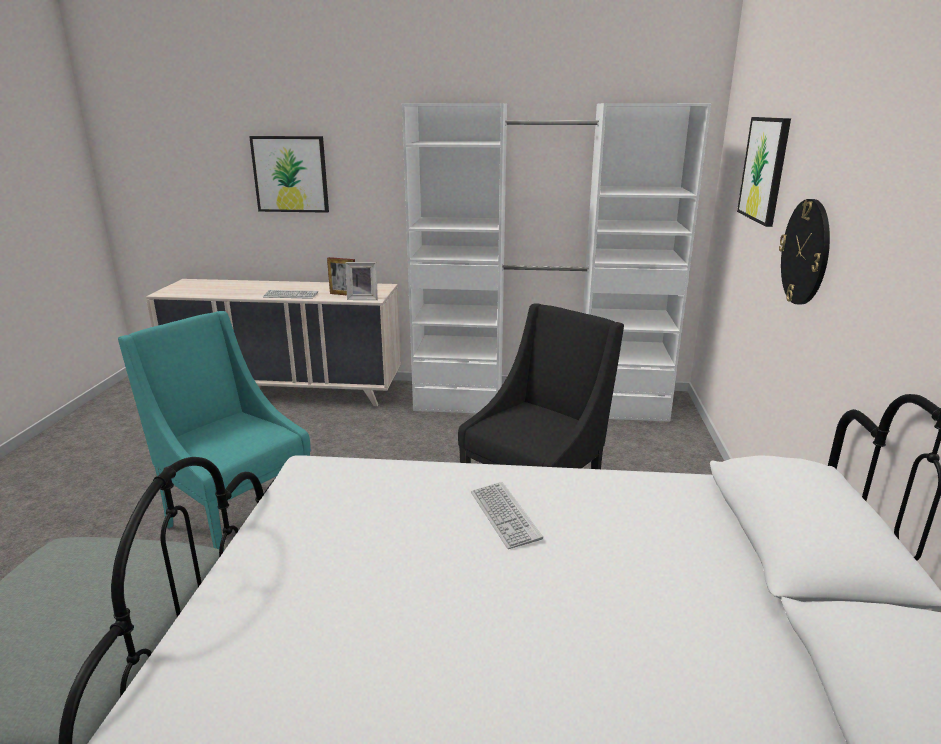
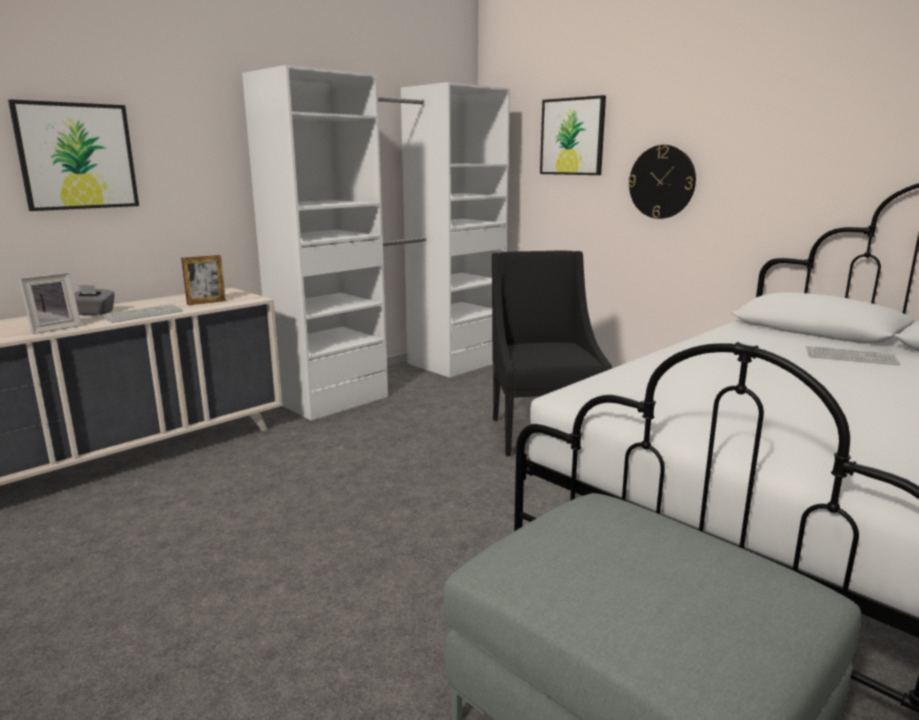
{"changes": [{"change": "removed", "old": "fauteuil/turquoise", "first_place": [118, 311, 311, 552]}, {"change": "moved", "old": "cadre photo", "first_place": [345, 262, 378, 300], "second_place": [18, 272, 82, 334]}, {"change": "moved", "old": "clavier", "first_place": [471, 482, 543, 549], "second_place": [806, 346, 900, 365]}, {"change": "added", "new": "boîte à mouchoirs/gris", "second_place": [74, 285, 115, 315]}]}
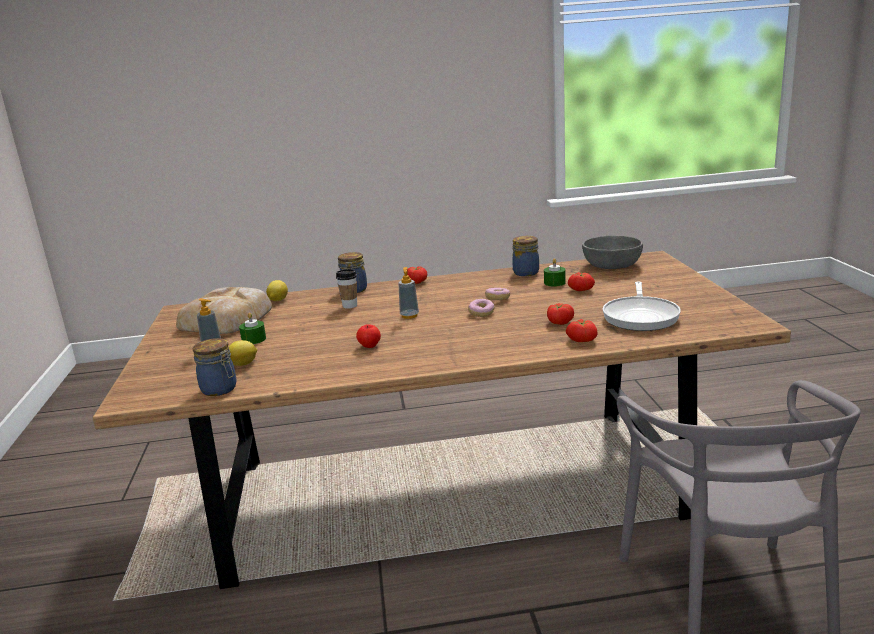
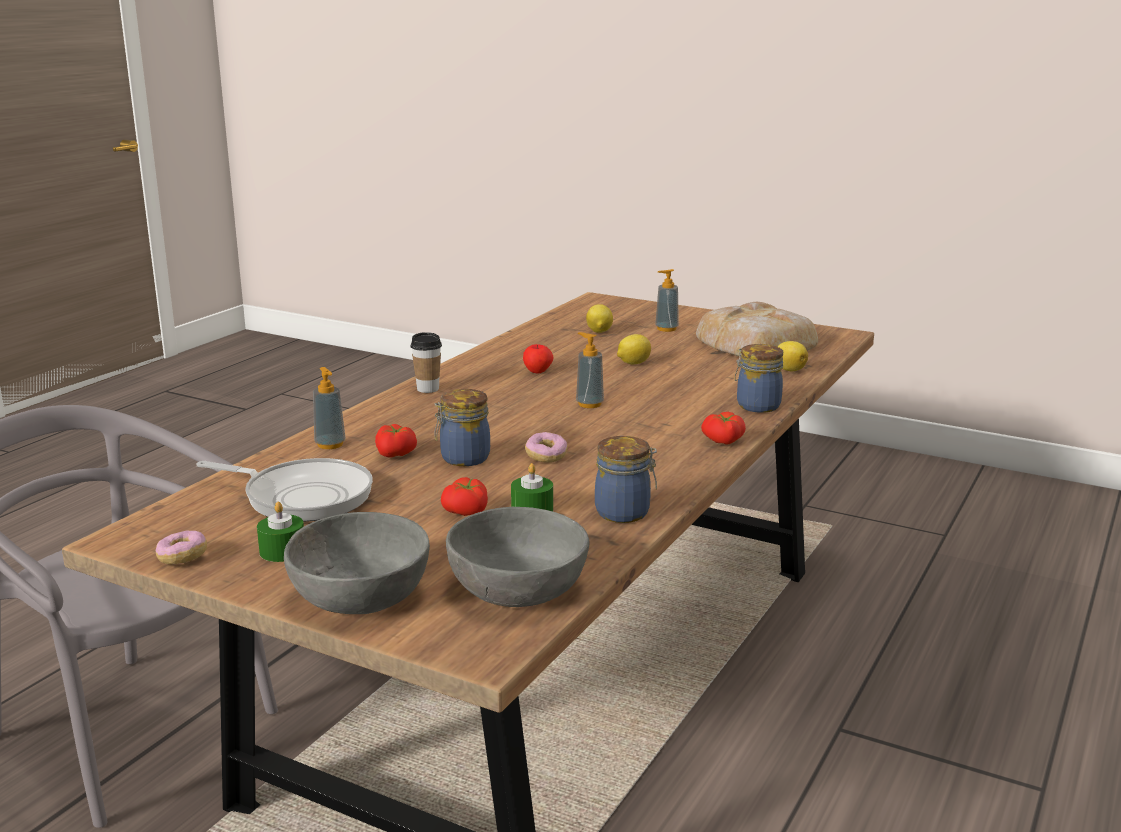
{"changes": [{"change": "moved", "old": "bocal", "first_place": [193, 338, 237, 396], "second_place": [434, 389, 490, 466]}, {"change": "moved", "old": "bougie/vert", "first_place": [239, 313, 266, 344], "second_place": [257, 502, 304, 562]}, {"change": "moved", "old": "tasse", "first_place": [336, 269, 357, 309], "second_place": [411, 332, 442, 393]}, {"change": "moved", "old": "beignet", "first_place": [468, 299, 495, 317], "second_place": [156, 531, 207, 565]}, {"change": "replaced", "old": "tomate", "new": "distributeur de savon", "first_place": [566, 319, 598, 342], "second_place": [313, 367, 345, 449]}, {"change": "turned", "old": "poêle", "first_place": [602, 282, 681, 331], "second_place": [197, 458, 373, 522], "degrees": 150}, {"change": "added", "new": "bol/gris", "second_place": [284, 512, 430, 614]}, {"change": "added", "new": "citron", "second_place": [617, 334, 651, 364]}]}
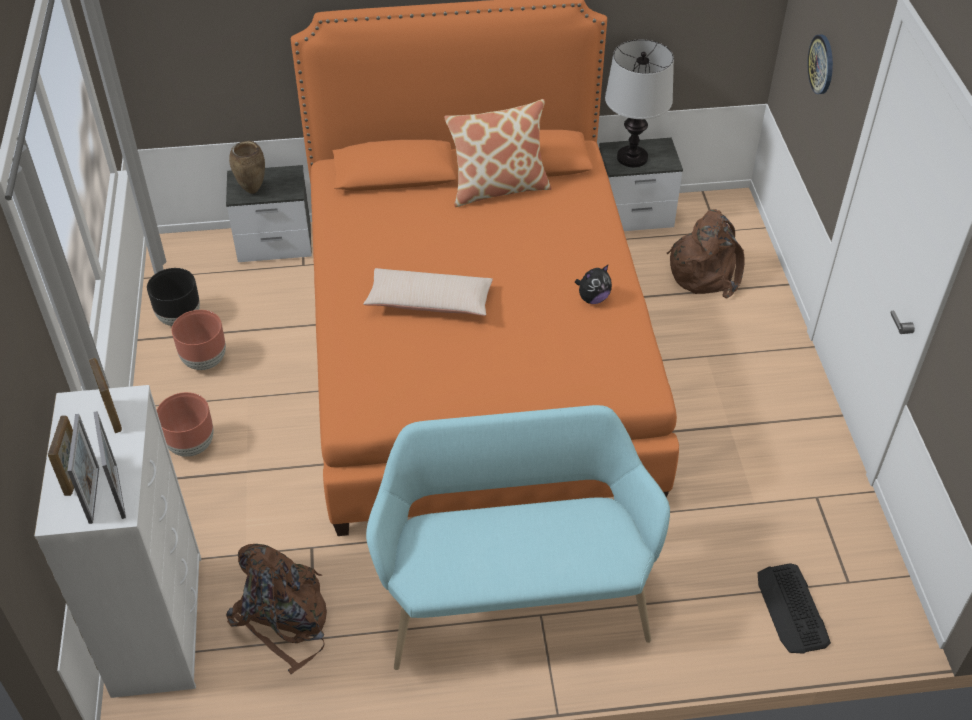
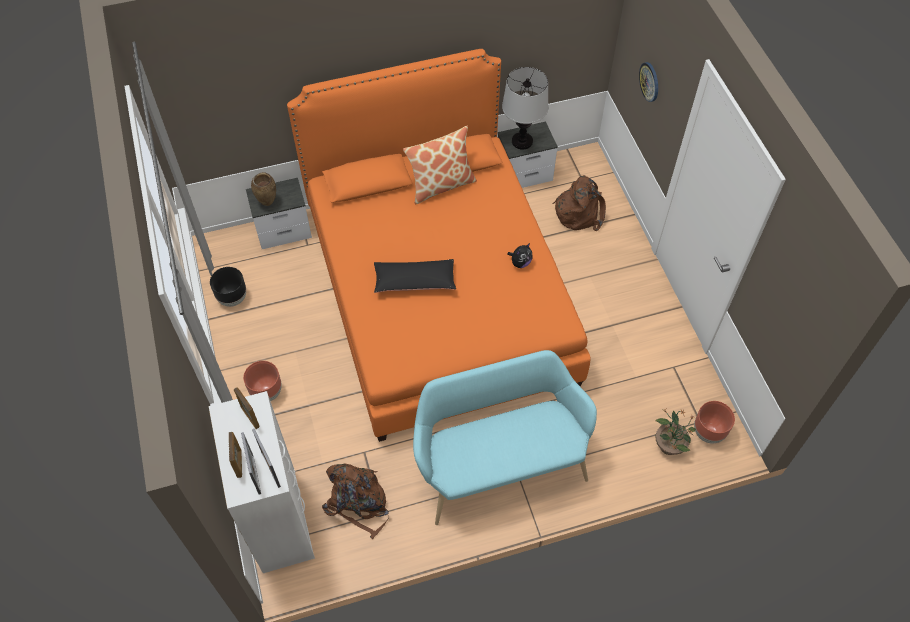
{"changes": [{"change": "moved", "old": "cache-pot/marron", "first_place": [172, 310, 226, 370], "second_place": [694, 401, 735, 444]}, {"change": "recoloured", "old": "coussin/beige", "new": "coussin/noir", "first_place": [363, 268, 493, 316], "second_place": [374, 259, 456, 293]}, {"change": "replaced", "old": "clavier", "new": "plante en pot", "first_place": [758, 563, 831, 654], "second_place": [655, 409, 696, 455]}]}
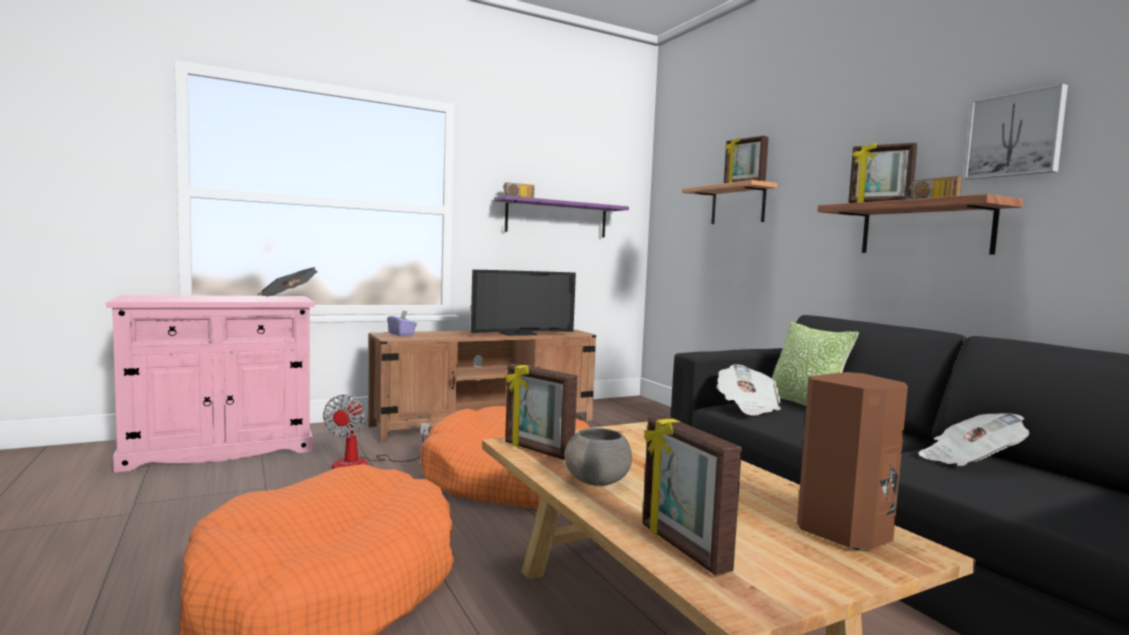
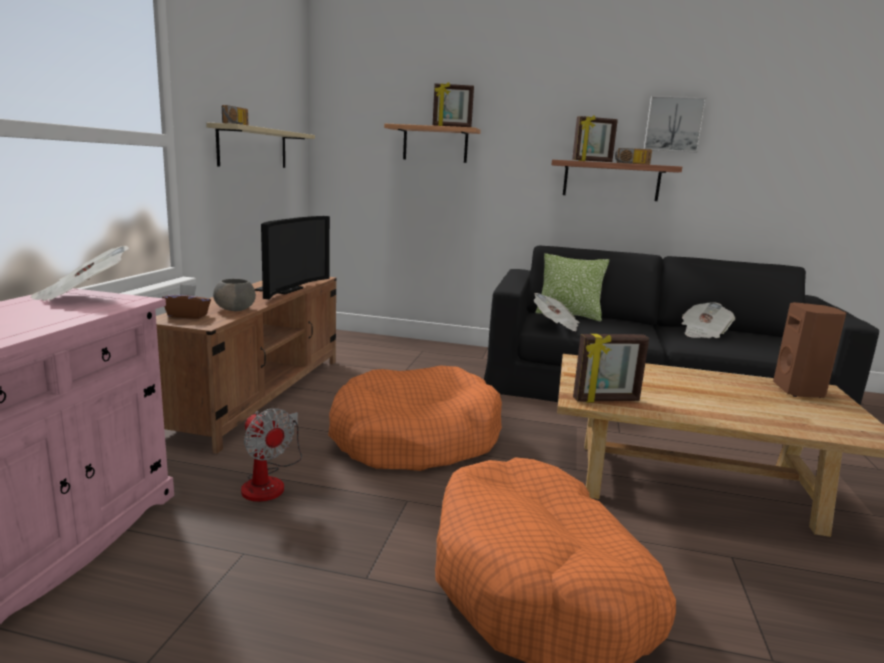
{"changes": [{"change": "recoloured", "old": "boîte à mouchoirs/violet", "new": "boîte à mouchoirs/marron", "first_place": [387, 311, 417, 336], "second_place": [162, 284, 211, 319]}, {"change": "recoloured", "old": "étagère/violet", "new": "étagère/beige", "first_place": [494, 195, 629, 238], "second_place": [206, 123, 315, 168]}, {"change": "moved", "old": "bol/gris", "first_place": [565, 428, 632, 486], "second_place": [213, 279, 256, 311]}, {"change": "removed", "old": "cadre photo", "first_place": [642, 415, 742, 575]}]}
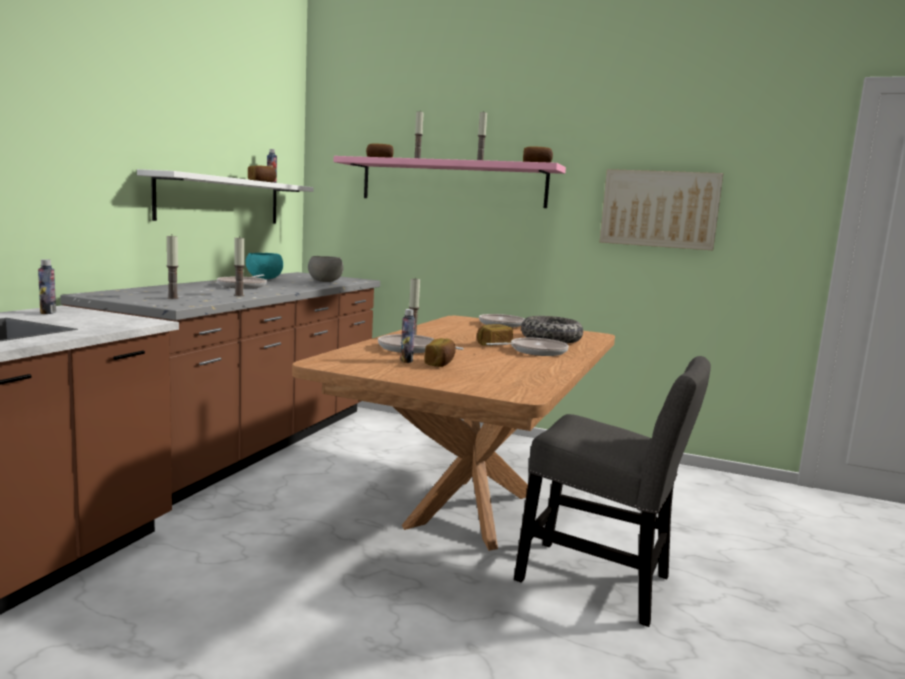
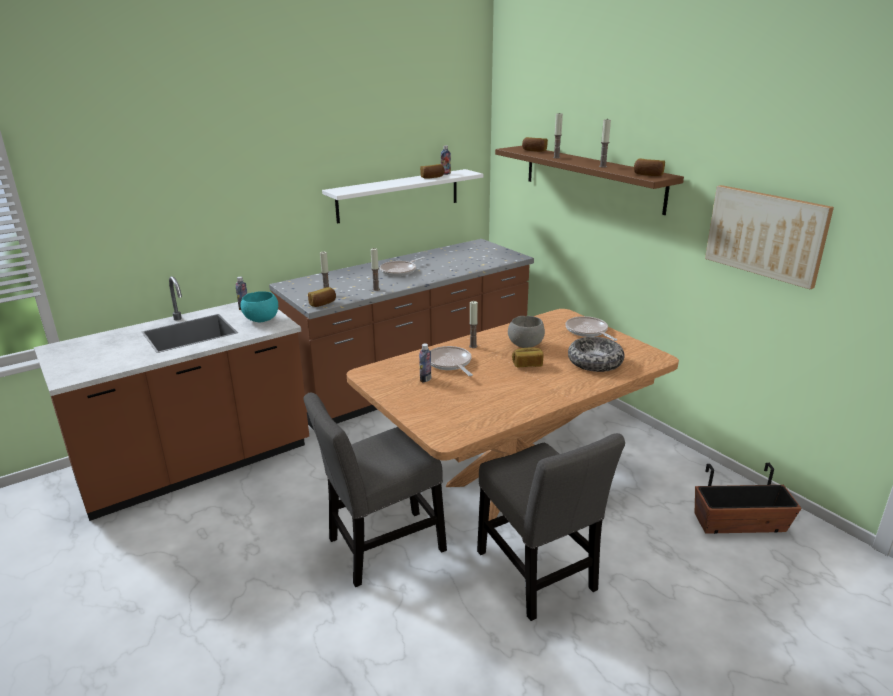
{"changes": [{"change": "moved", "old": "bol/turquoise", "first_place": [246, 253, 283, 279], "second_place": [240, 291, 278, 322]}, {"change": "moved", "old": "bol/gris", "first_place": [308, 256, 343, 282], "second_place": [508, 316, 545, 348]}, {"change": "recoloured", "old": "étagère/rose", "new": "étagère/marron", "first_place": [334, 156, 566, 208], "second_place": [495, 146, 684, 215]}, {"change": "moved", "old": "pain", "first_place": [425, 338, 456, 367], "second_place": [308, 287, 336, 307]}, {"change": "removed", "old": "poêle", "first_place": [486, 338, 569, 356]}, {"change": "added", "new": "chaise/gris", "second_place": [303, 393, 447, 587]}, {"change": "added", "new": "cache-pot", "second_place": [695, 463, 802, 534]}]}
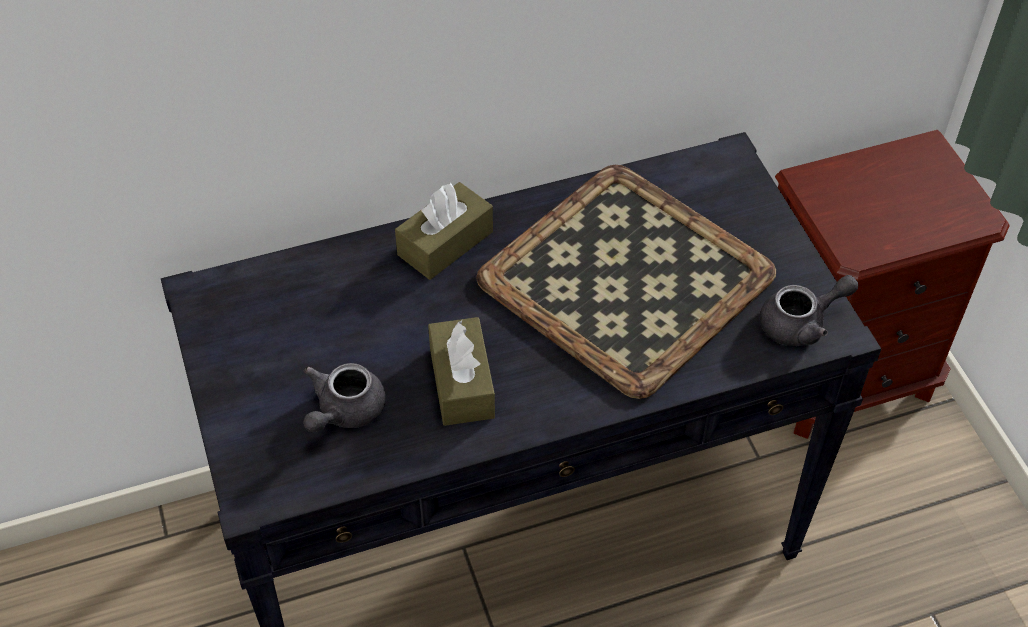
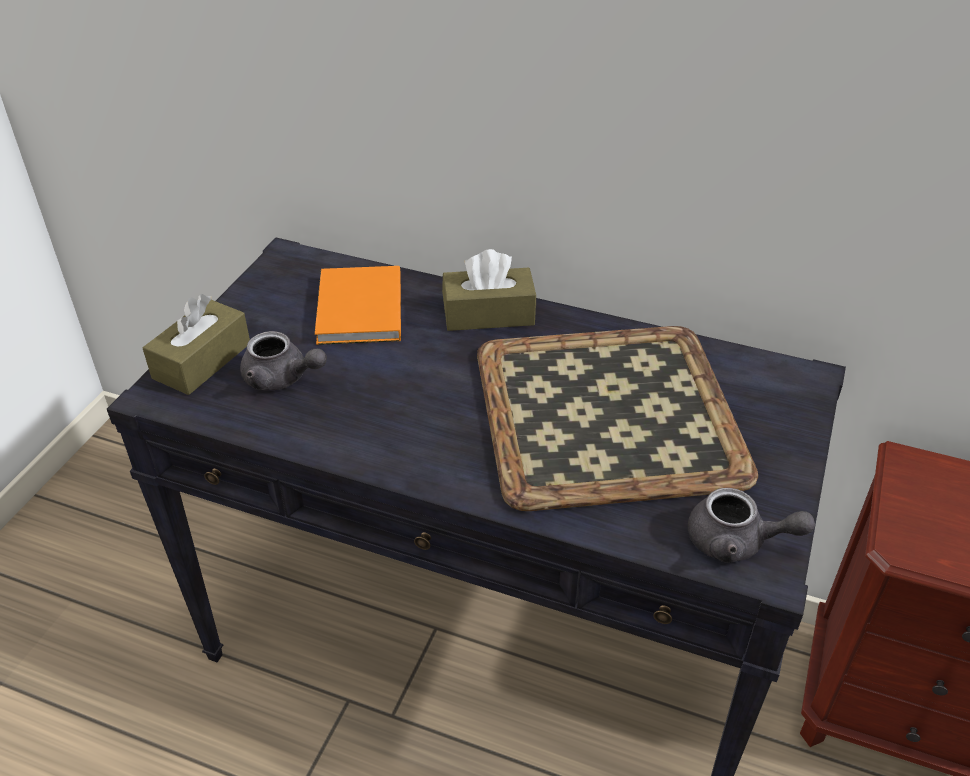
{"changes": [{"change": "turned", "old": "théière/gris", "first_place": [303, 363, 386, 432], "second_place": [240, 331, 327, 390], "degrees": -135}, {"change": "moved", "old": "boîte à mouchoirs/marron", "first_place": [428, 317, 495, 426], "second_place": [143, 294, 250, 395]}, {"change": "added", "new": "livre/orange", "second_place": [315, 266, 401, 345]}]}
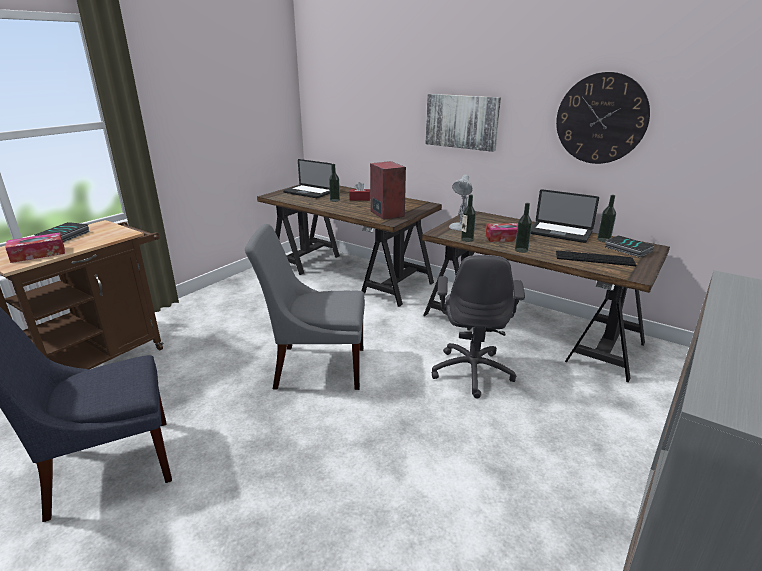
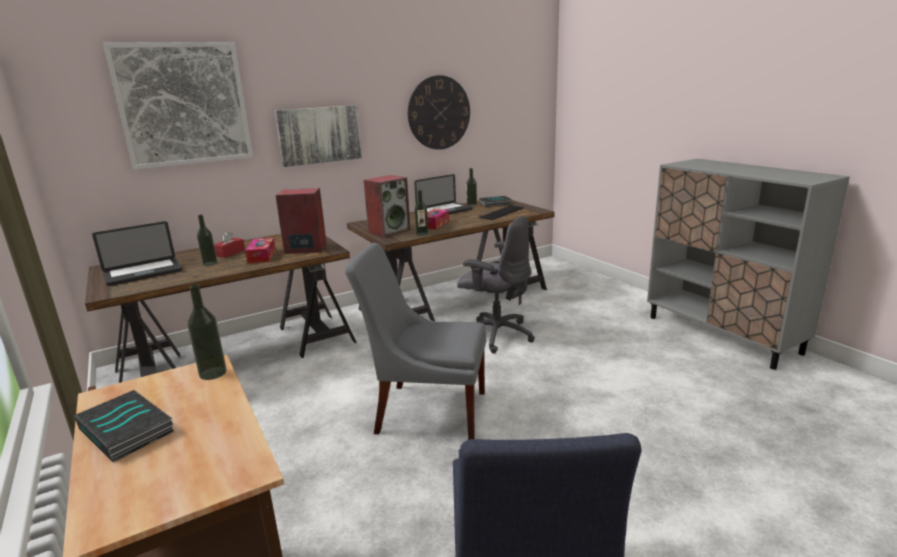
{"changes": [{"change": "moved", "old": "boîte à mouchoirs", "first_place": [5, 232, 65, 263], "second_place": [245, 238, 276, 263]}, {"change": "turned", "old": "chaise/gris", "first_place": [245, 224, 365, 390], "second_place": [345, 243, 486, 440], "degrees": 75}, {"change": "replaced", "old": "lampe de table/blanc", "new": "enceinte", "first_place": [449, 175, 473, 231], "second_place": [364, 175, 411, 238]}, {"change": "moved", "old": "bouteille", "first_place": [515, 203, 532, 253], "second_place": [187, 284, 227, 380]}, {"change": "added", "new": "tableau", "second_place": [103, 42, 253, 170]}]}
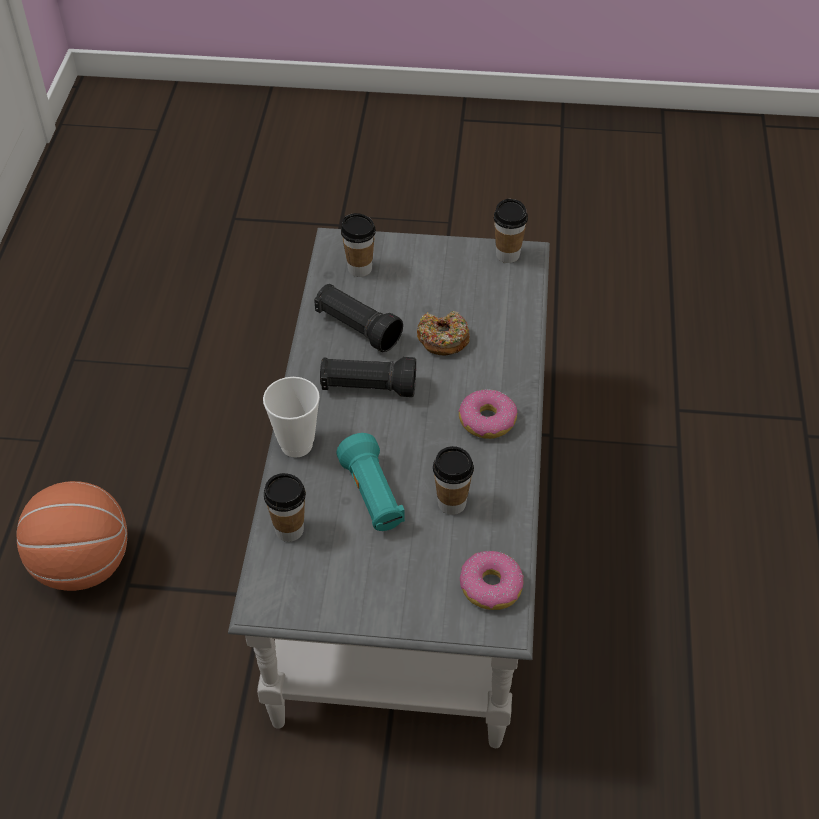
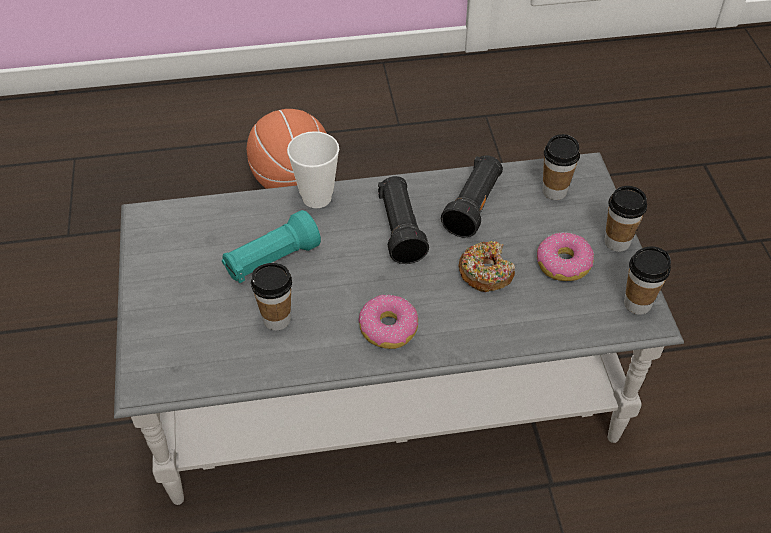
{"changes": [{"change": "moved", "old": "tasse", "first_place": [264, 473, 306, 542], "second_place": [604, 186, 647, 252]}, {"change": "moved", "old": "beignet", "first_place": [460, 551, 524, 610], "second_place": [537, 232, 594, 281]}]}
